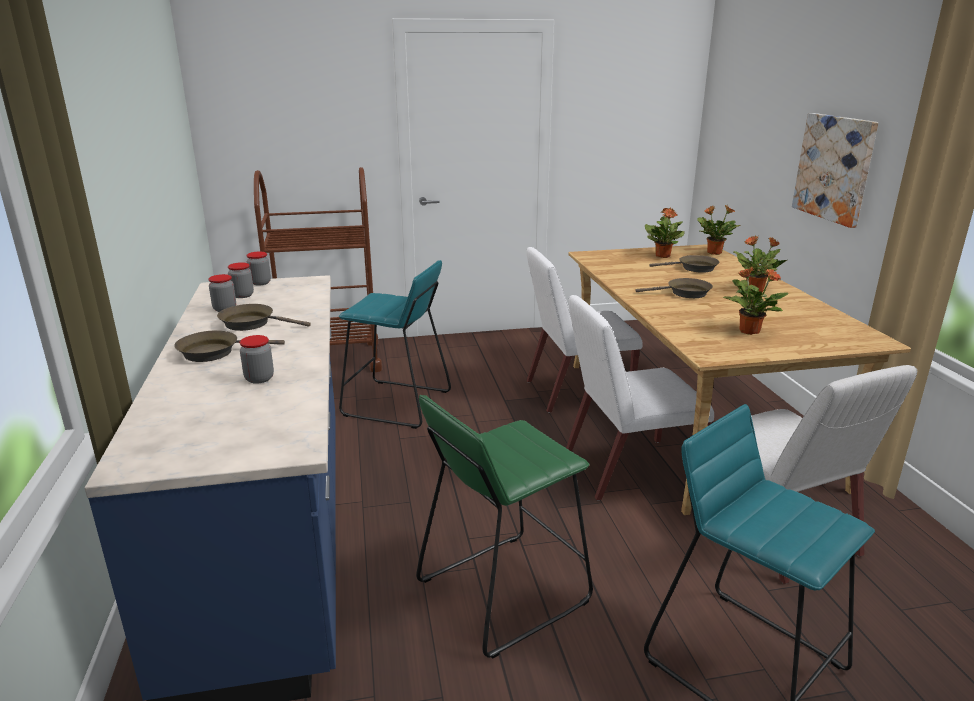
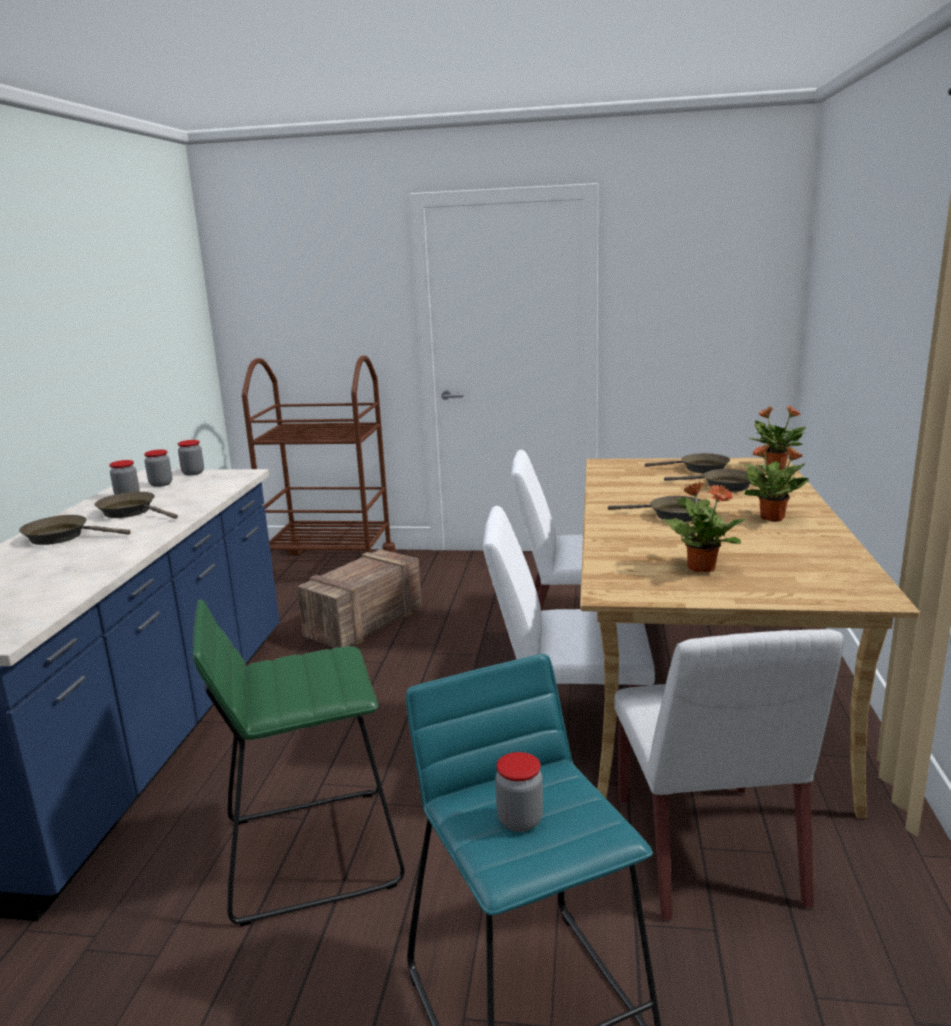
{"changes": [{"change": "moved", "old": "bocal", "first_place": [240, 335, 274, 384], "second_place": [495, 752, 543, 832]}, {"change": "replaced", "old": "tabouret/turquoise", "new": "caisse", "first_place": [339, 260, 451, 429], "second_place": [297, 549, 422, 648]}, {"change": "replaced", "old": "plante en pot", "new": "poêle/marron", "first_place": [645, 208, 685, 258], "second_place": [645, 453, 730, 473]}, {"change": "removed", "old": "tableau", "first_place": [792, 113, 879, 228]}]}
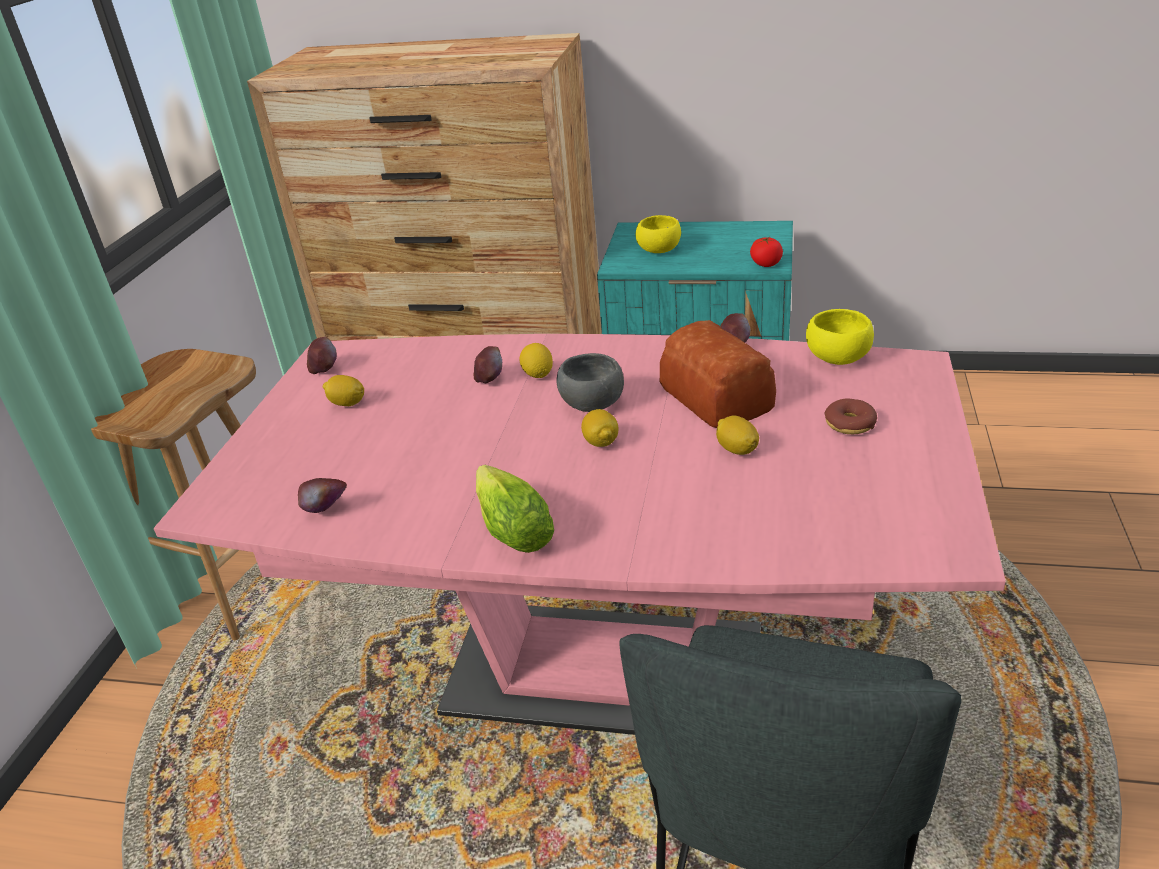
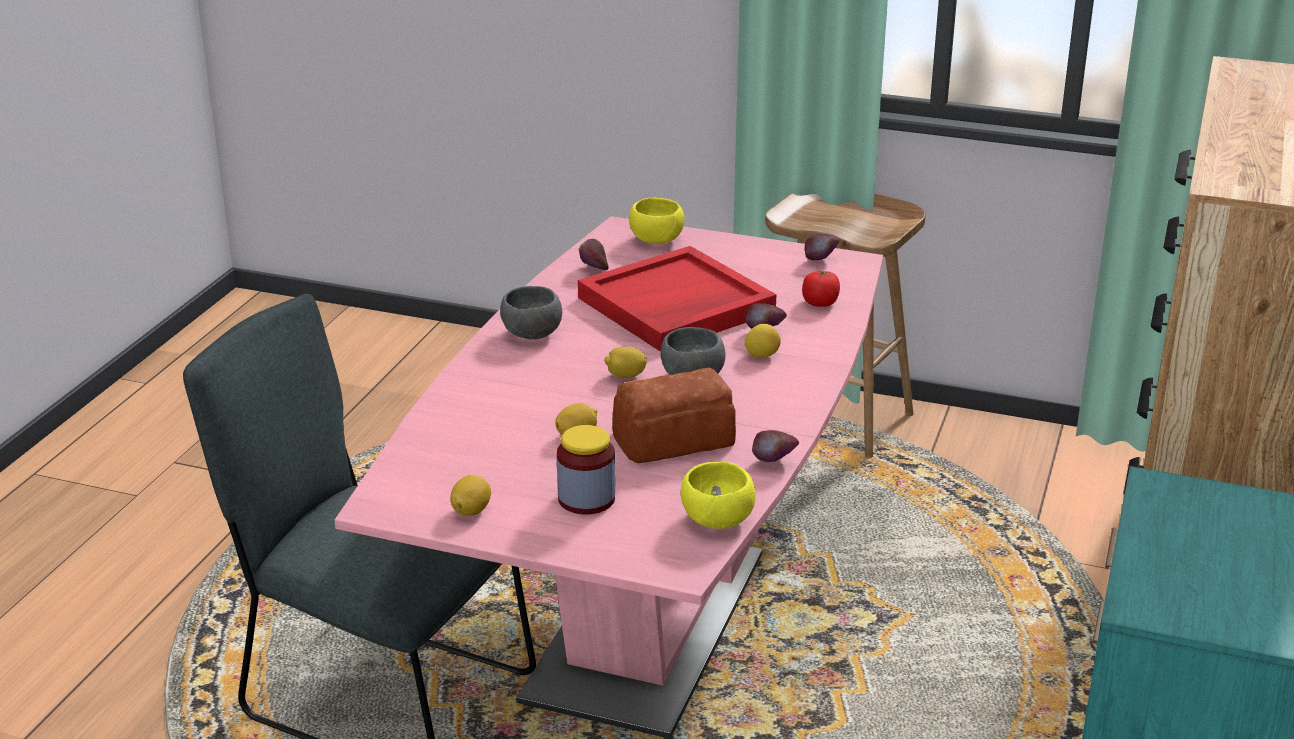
{"changes": [{"change": "moved", "old": "citron", "first_place": [323, 375, 364, 406], "second_place": [450, 475, 491, 516]}, {"change": "replaced", "old": "laitue", "new": "bol/gris", "first_place": [476, 465, 554, 553], "second_place": [500, 286, 562, 339]}, {"change": "moved", "old": "bol/jaune", "first_place": [636, 215, 681, 253], "second_place": [629, 197, 684, 244]}, {"change": "moved", "old": "tomate", "first_place": [750, 237, 783, 267], "second_place": [802, 270, 840, 307]}, {"change": "replaced", "old": "beignet", "new": "bocal", "first_place": [824, 398, 877, 434], "second_place": [557, 425, 615, 514]}, {"change": "added", "new": "plateau/rouge", "second_place": [578, 246, 777, 352]}]}
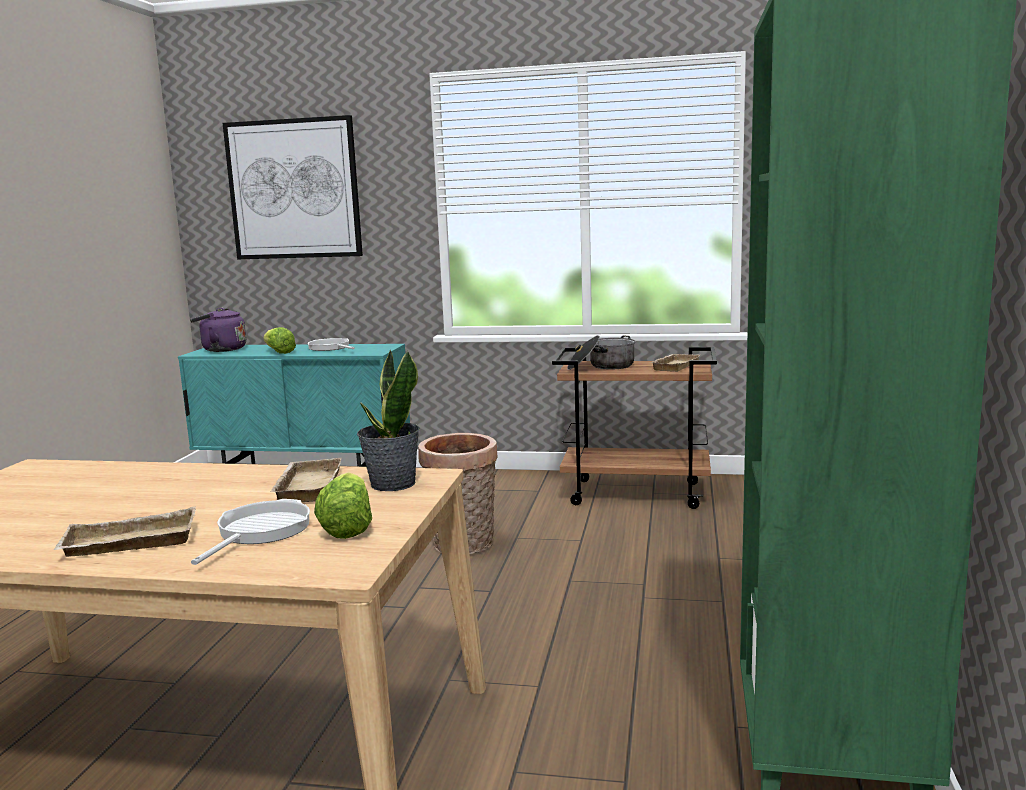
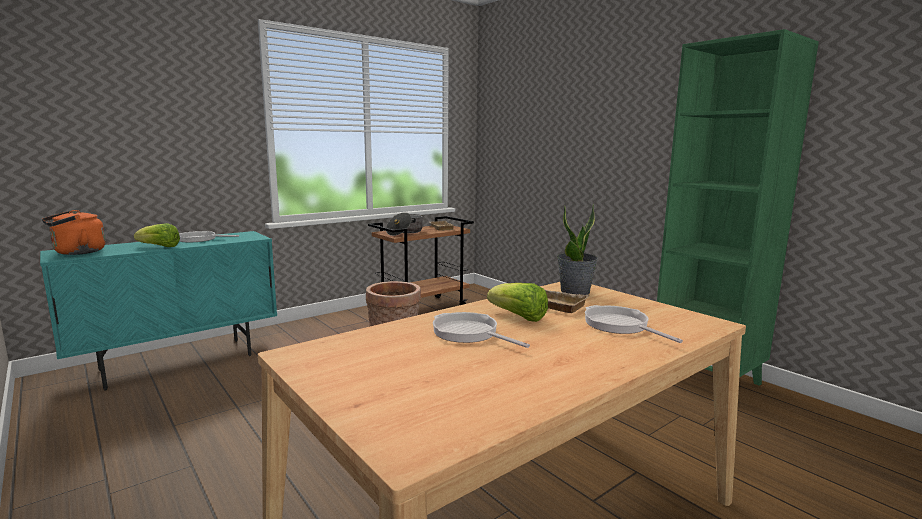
{"changes": [{"change": "removed", "old": "plateau/beige", "first_place": [54, 507, 196, 557]}, {"change": "recoloured", "old": "bouilloire/violet", "new": "bouilloire/orange", "first_place": [190, 308, 246, 352], "second_place": [42, 210, 106, 255]}, {"change": "removed", "old": "tableau", "first_place": [223, 115, 363, 259]}, {"change": "moved", "old": "laitue", "first_place": [314, 472, 372, 539], "second_place": [487, 283, 548, 322]}, {"change": "added", "new": "poêle", "second_place": [433, 312, 530, 348]}]}
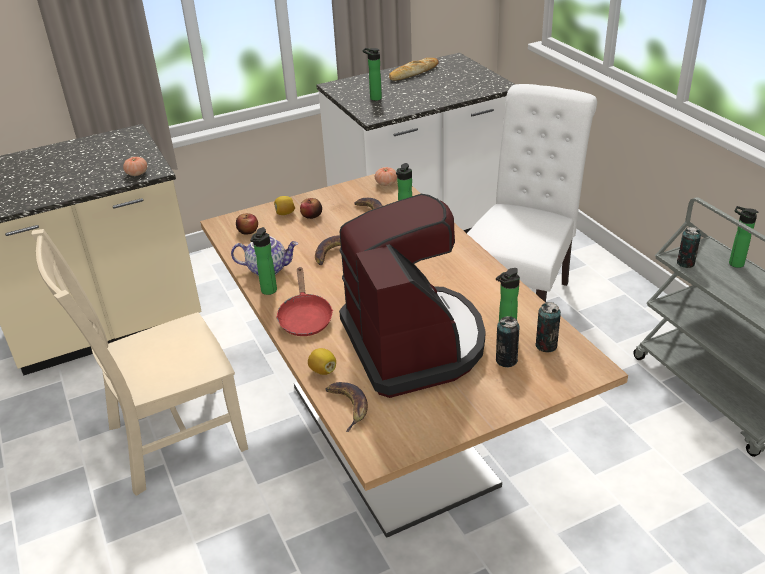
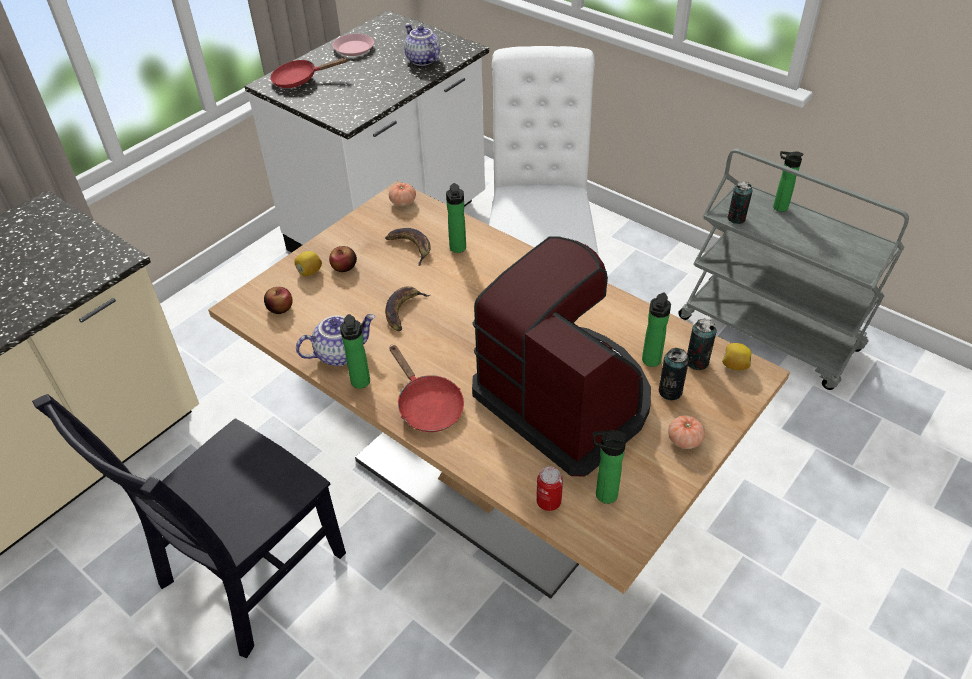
{"changes": [{"change": "recoloured", "old": "chaise/beige", "new": "chaise/noir", "first_place": [31, 229, 248, 496], "second_place": [32, 394, 346, 658]}, {"change": "moved", "old": "tomate", "first_place": [123, 157, 147, 176], "second_place": [668, 415, 705, 449]}, {"change": "moved", "old": "citron", "first_place": [308, 348, 336, 375], "second_place": [722, 343, 752, 370]}, {"change": "replaced", "old": "banane", "new": "boîte métallique", "first_place": [325, 382, 368, 432], "second_place": [536, 466, 563, 511]}, {"change": "moved", "old": "bouteille", "first_place": [362, 48, 382, 101], "second_place": [593, 430, 627, 504]}, {"change": "replaced", "old": "pain", "new": "assiette/rose", "first_place": [389, 58, 439, 81], "second_place": [333, 34, 374, 56]}, {"change": "added", "new": "poêle/rouge", "second_place": [270, 57, 349, 88]}, {"change": "added", "new": "théière", "second_place": [404, 24, 440, 66]}]}
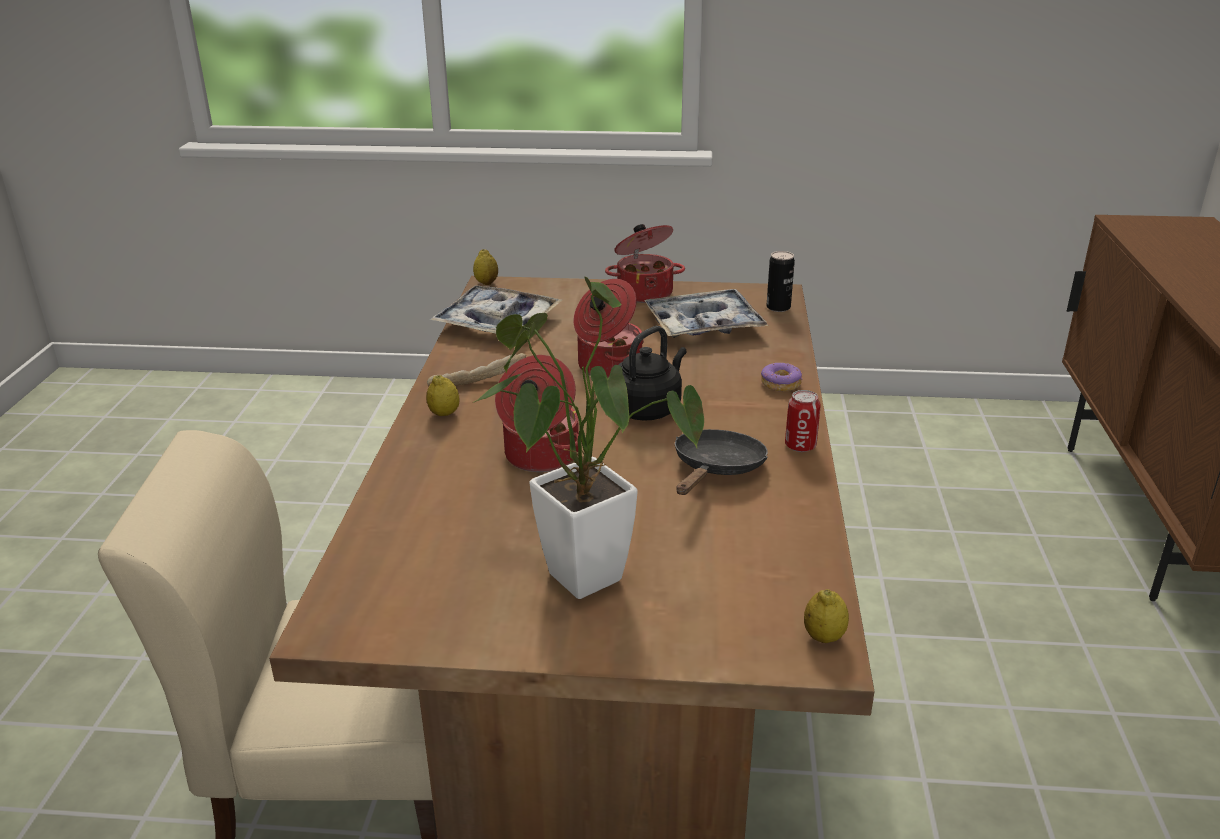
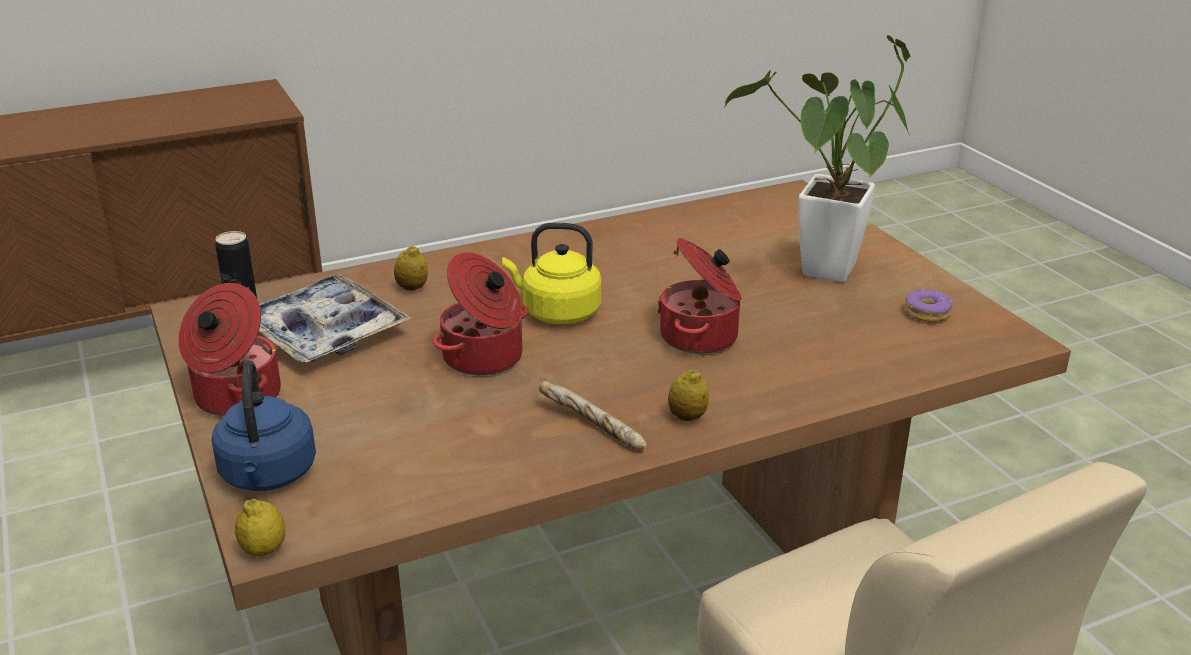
{"changes": [{"change": "removed", "old": "plateau", "first_place": [430, 285, 562, 333]}, {"change": "recoloured", "old": "bouilloire/noir", "new": "bouilloire/jaune", "first_place": [618, 326, 687, 421], "second_place": [502, 223, 601, 324]}, {"change": "removed", "old": "poêle/noir", "first_place": [675, 429, 768, 495]}, {"change": "moved", "old": "beignet", "first_place": [761, 362, 802, 392], "second_place": [905, 289, 953, 322]}, {"change": "removed", "old": "boîte métallique", "first_place": [785, 390, 821, 452]}, {"change": "moved", "old": "citron", "first_place": [804, 589, 849, 643], "second_place": [394, 245, 428, 291]}, {"change": "added", "new": "bouilloire/bleu", "second_place": [211, 361, 316, 491]}]}
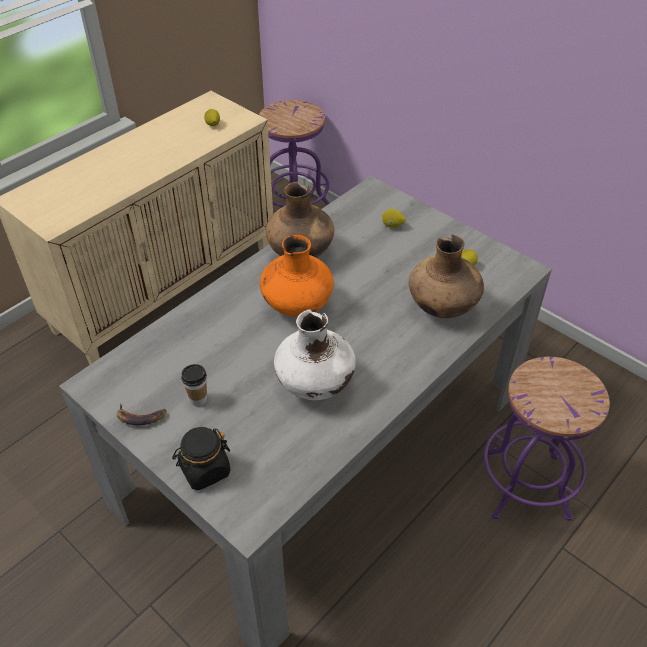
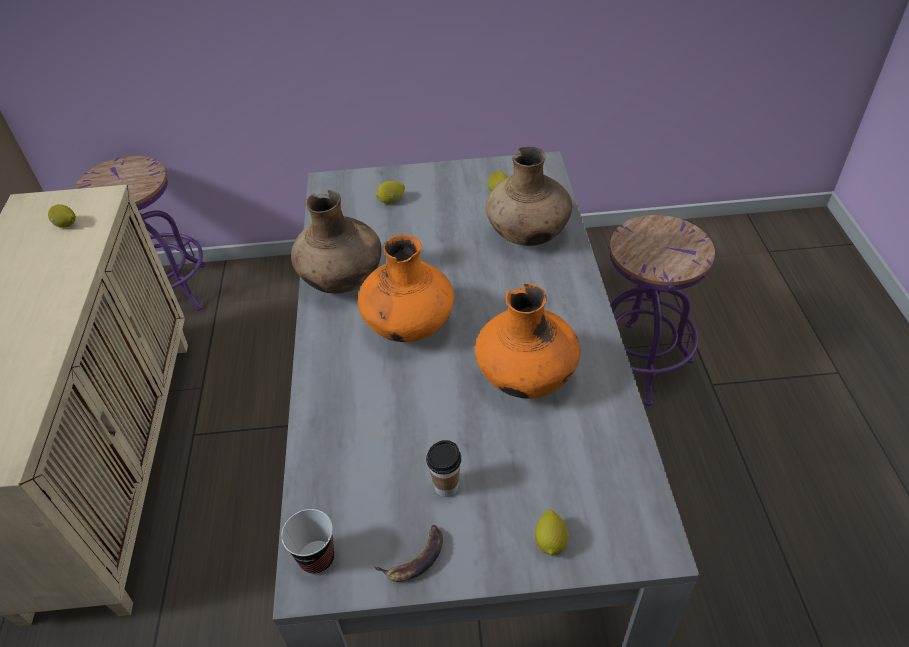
{"changes": [{"change": "replaced", "old": "bocal/noir", "new": "citron", "first_place": [172, 427, 231, 490], "second_place": [535, 510, 569, 556]}, {"change": "recoloured", "old": "vase/blanc", "new": "vase/orange", "first_place": [274, 309, 356, 400], "second_place": [475, 283, 580, 399]}, {"change": "added", "new": "tasse", "second_place": [281, 509, 334, 574]}]}
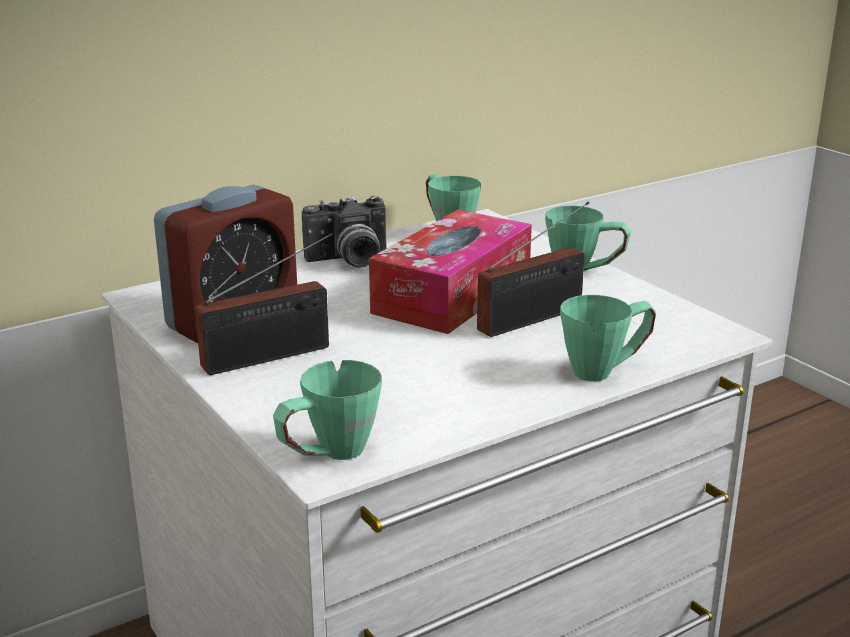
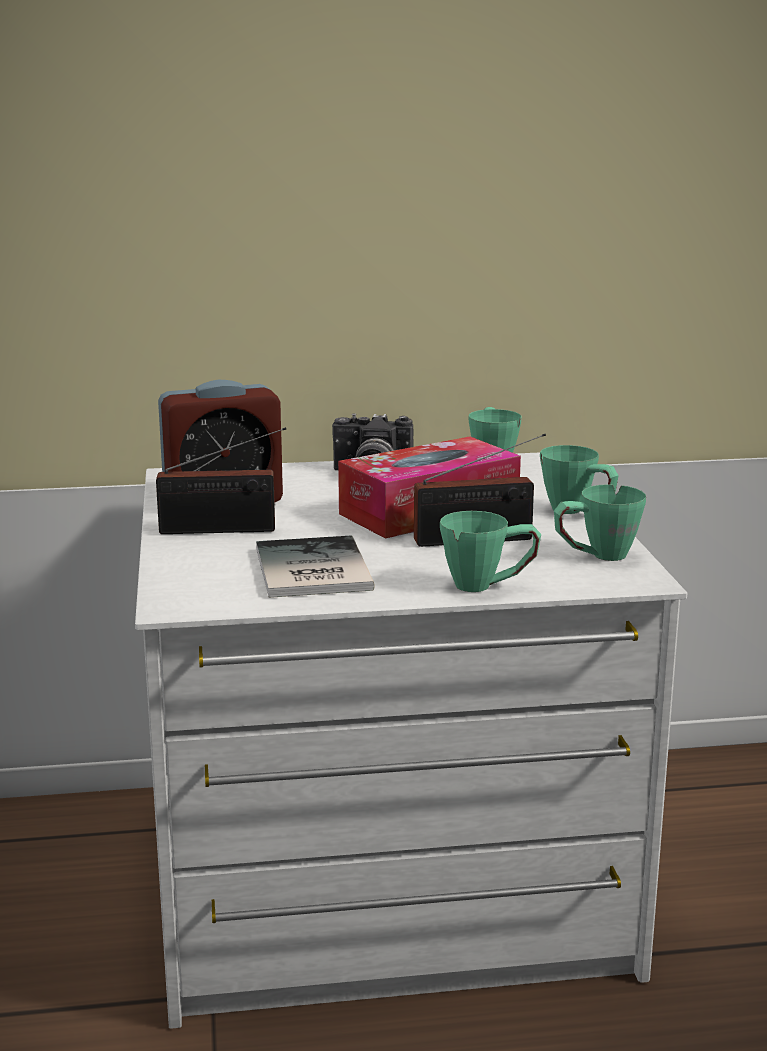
{"changes": [{"change": "moved", "old": "mug/vert", "first_place": [273, 360, 382, 460], "second_place": [554, 484, 646, 561]}, {"change": "added", "new": "livre", "second_place": [256, 535, 375, 598]}]}
